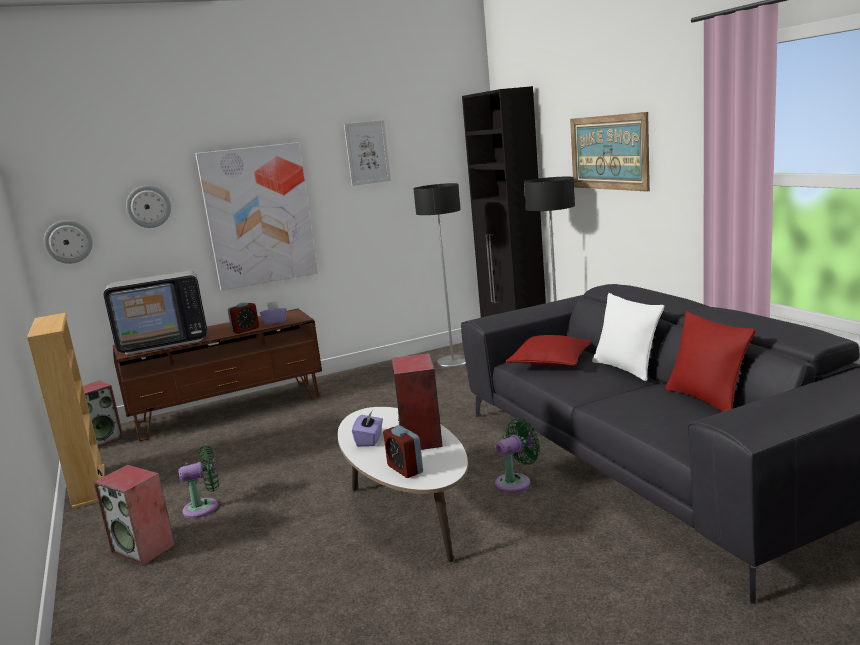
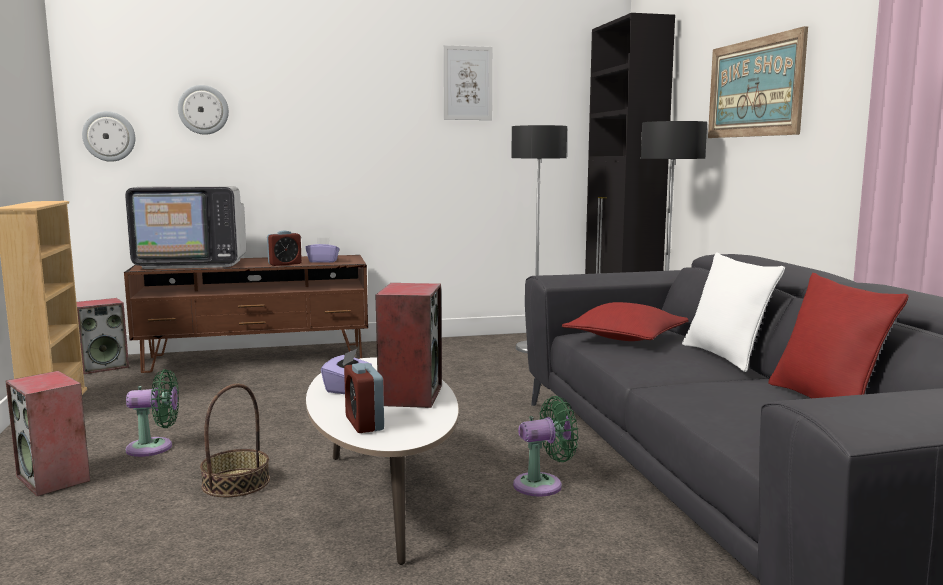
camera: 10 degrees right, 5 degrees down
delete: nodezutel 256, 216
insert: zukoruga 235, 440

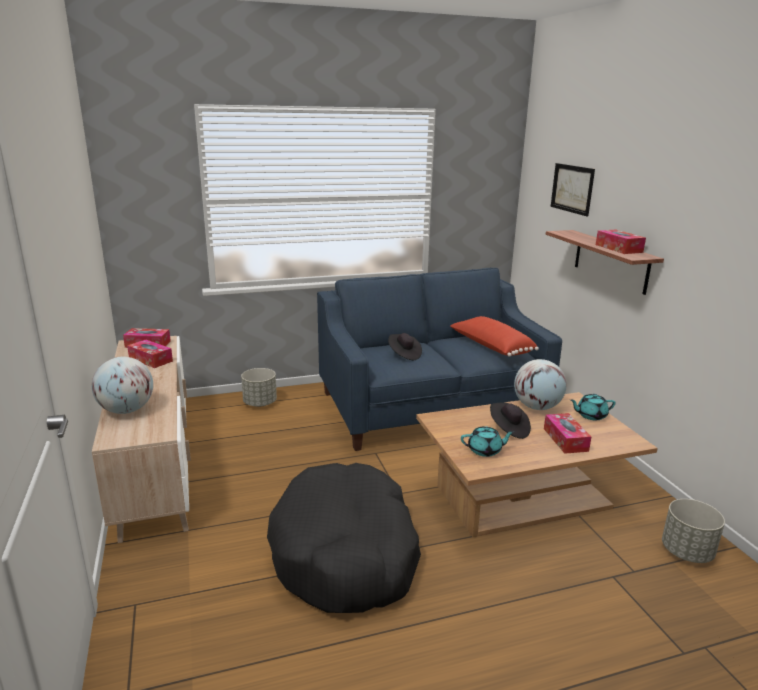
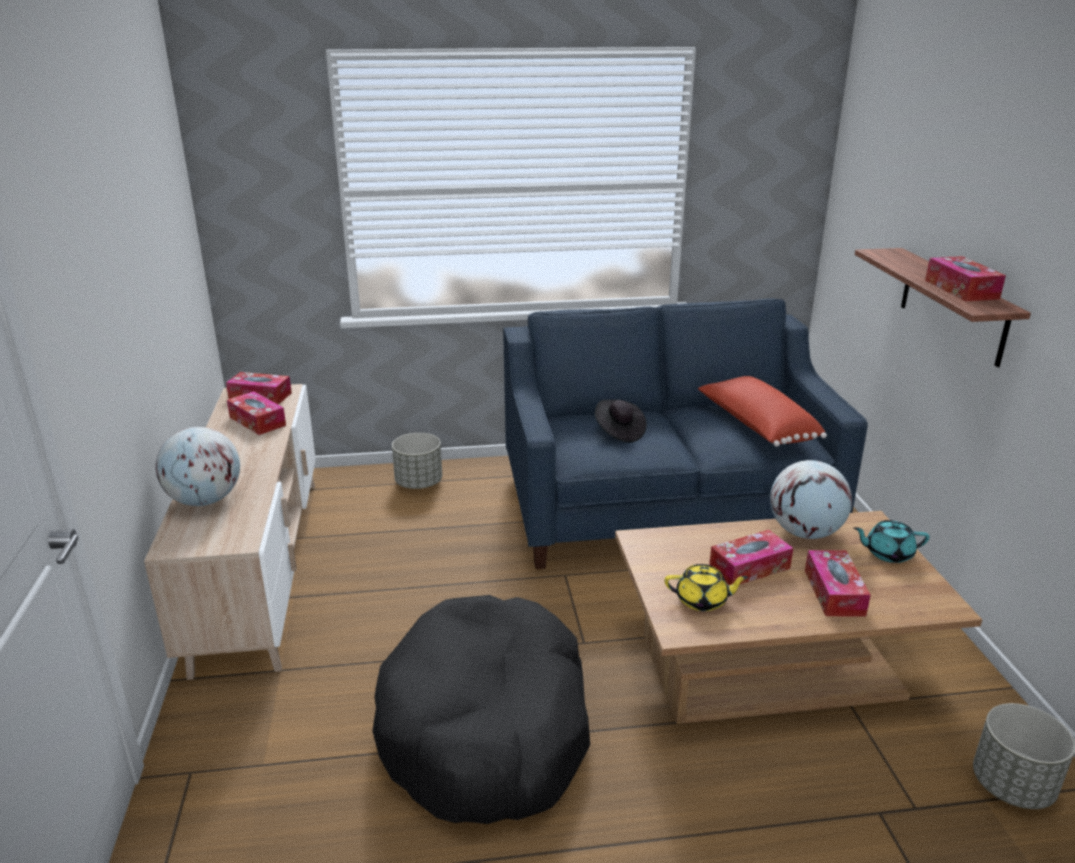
camera: 10 degrees right, 5 degrees up
delete: nodezutel 573, 189
replace: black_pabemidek 510, 421 to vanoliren 751, 557
recolor: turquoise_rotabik 487, 441 to yellow_rotabik 706, 587

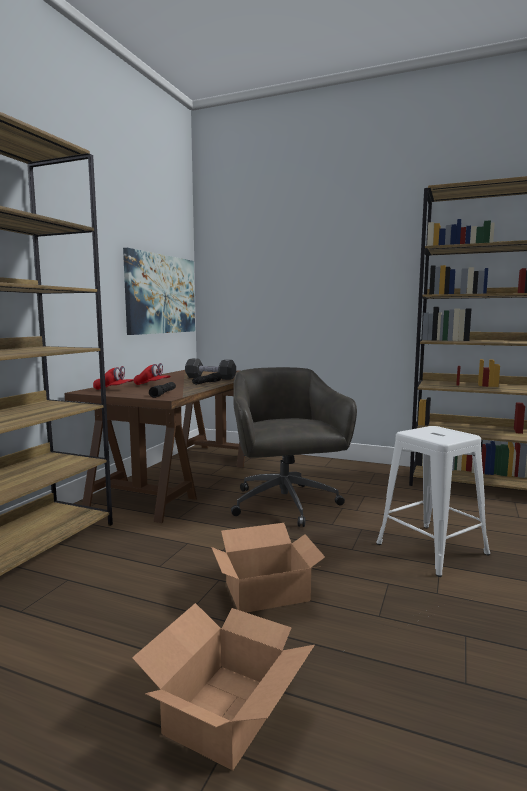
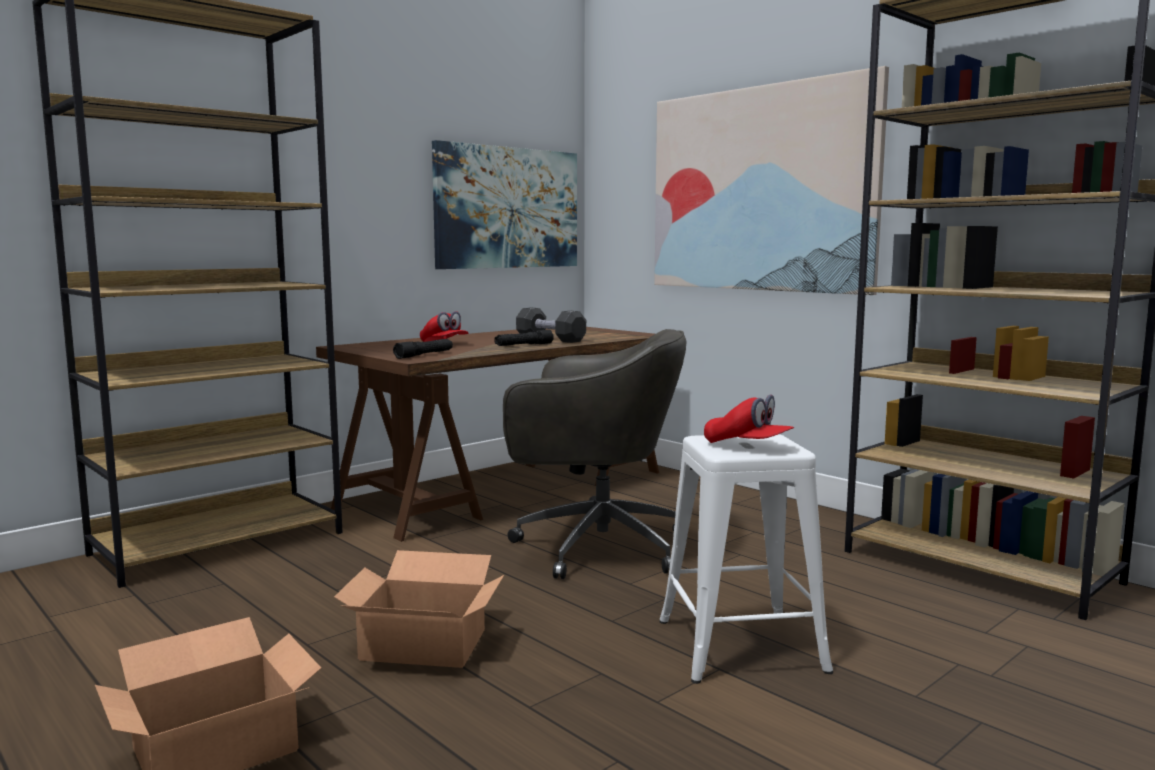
camera: 25 degrees right, 0 degrees up
insert: nodezutel 771, 180
move: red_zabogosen 113, 378 to 749, 418
rotate: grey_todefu 294, 447 = 595, 454 90 degrees clockwise

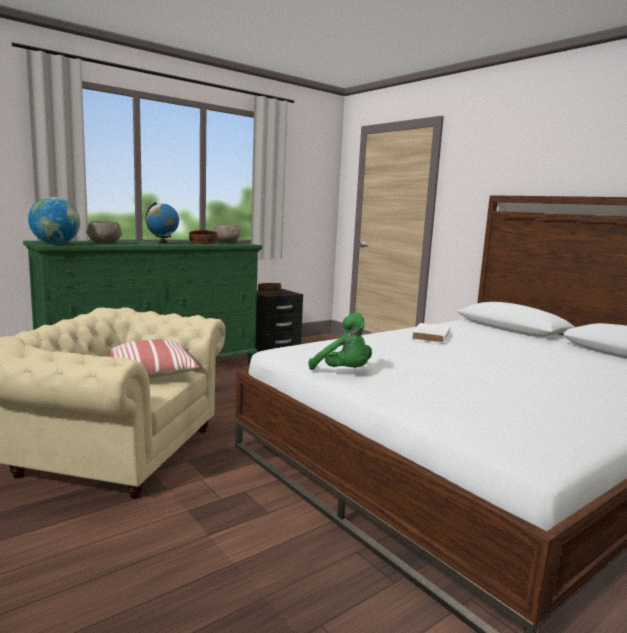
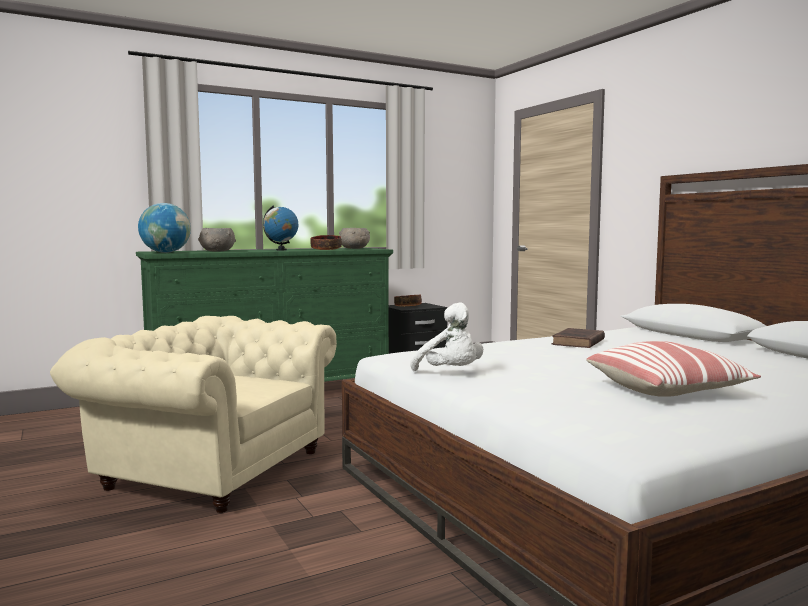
camera: 10 degrees right, 5 degrees down
move: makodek 154, 359 to 673, 369
recolor: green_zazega 340, 341 to white_zazega 447, 336; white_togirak 430, 333 to brown_togirak 578, 338

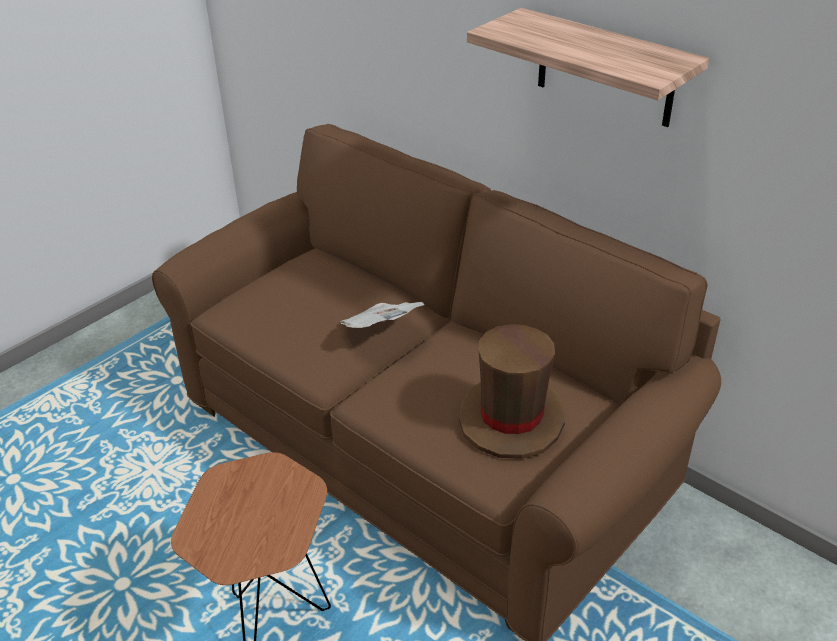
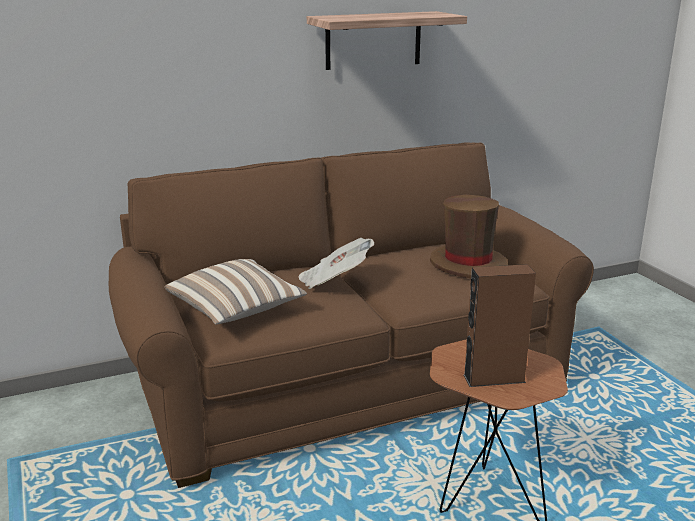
camera: 65 degrees left, 15 degrees down
insert: makodek 235, 291; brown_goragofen 500, 325

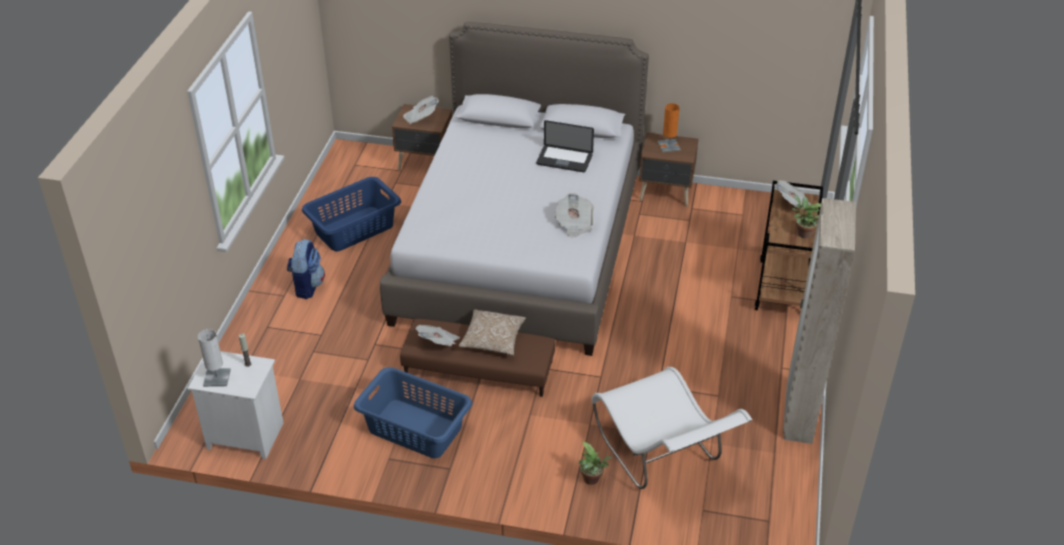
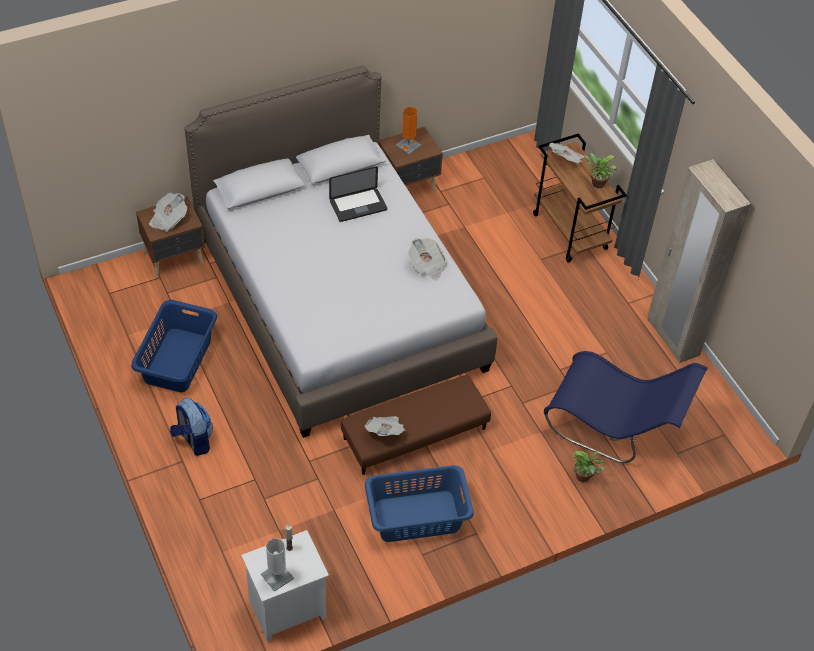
camera: 40 degrees left, 10 degrees up
delete: makodek 492, 332
recolor: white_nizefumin 672, 428 to blue_nizefumin 626, 407

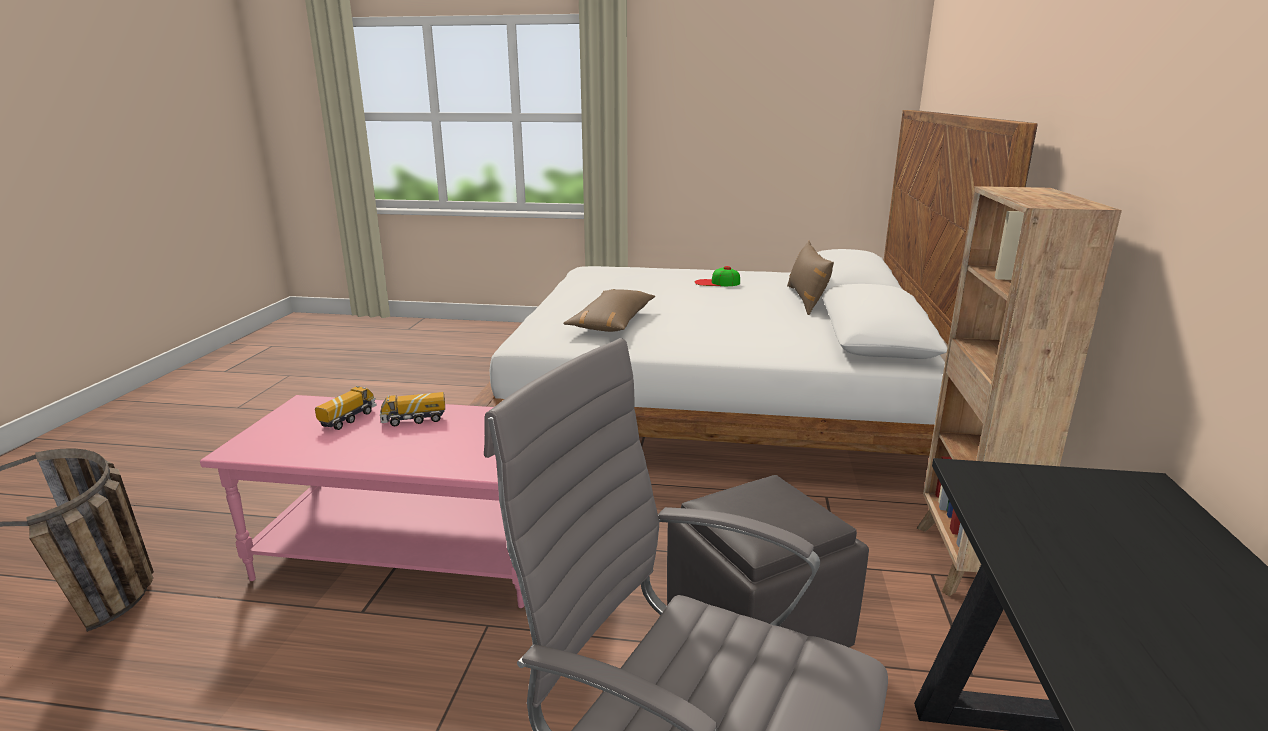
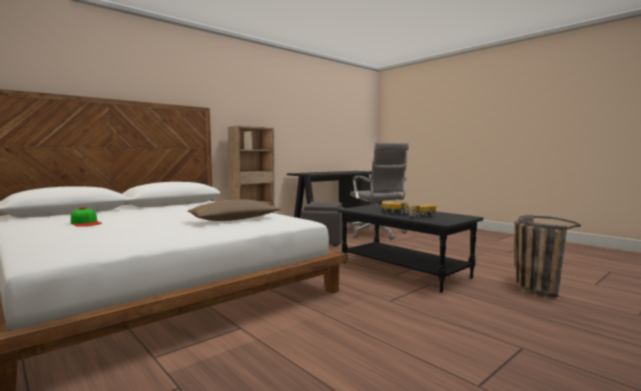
camera: 140 degrees left, 15 degrees down
delete: brown_makodek 810, 278
recolor: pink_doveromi 362, 501 to black_doveromi 410, 248

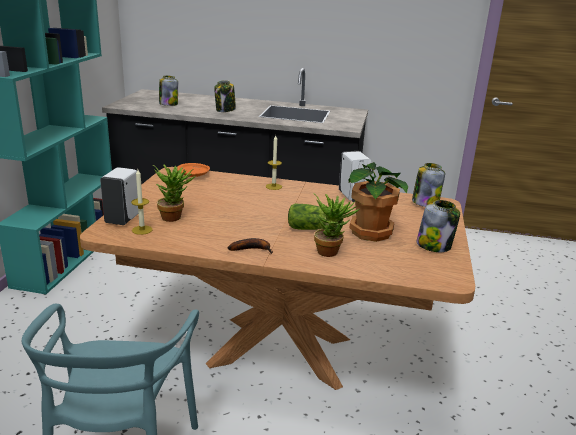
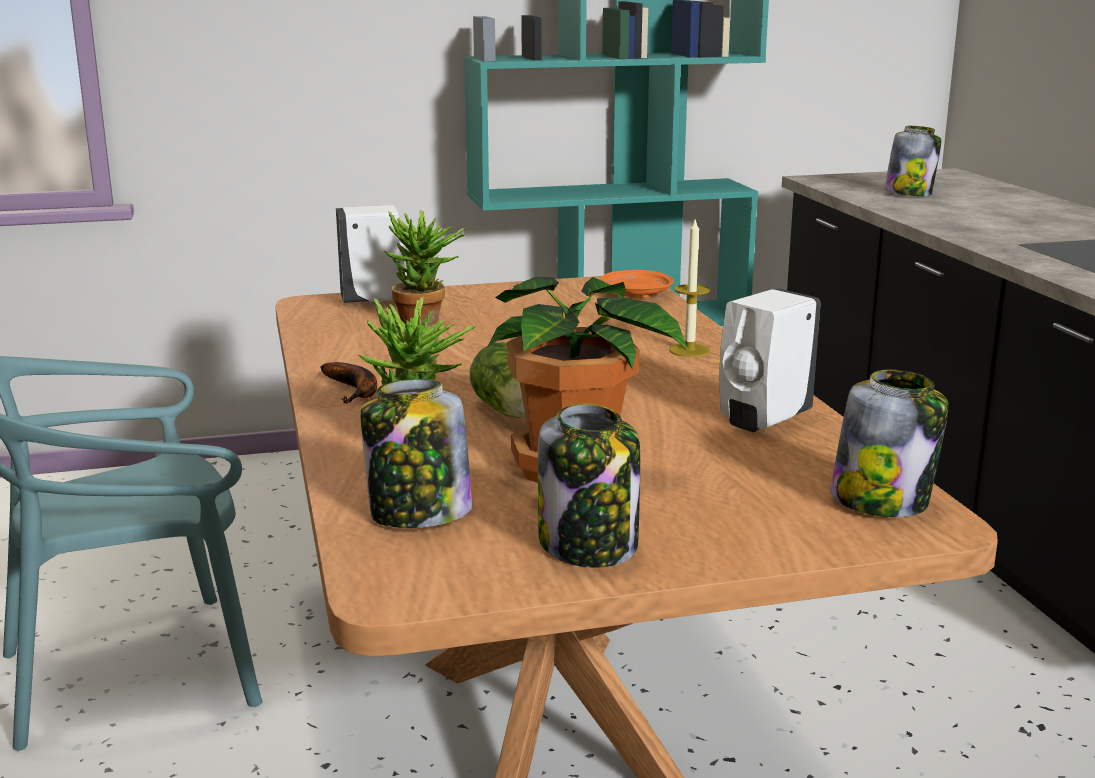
camera: 65 degrees right, 5 degrees down
delete: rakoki 142, 202
move: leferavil 225, 96 to 416, 453

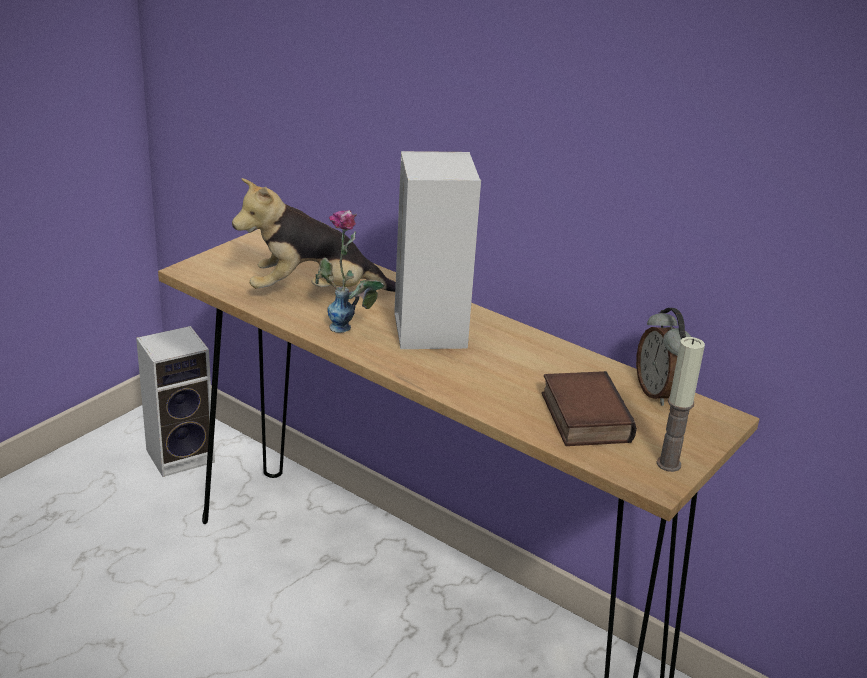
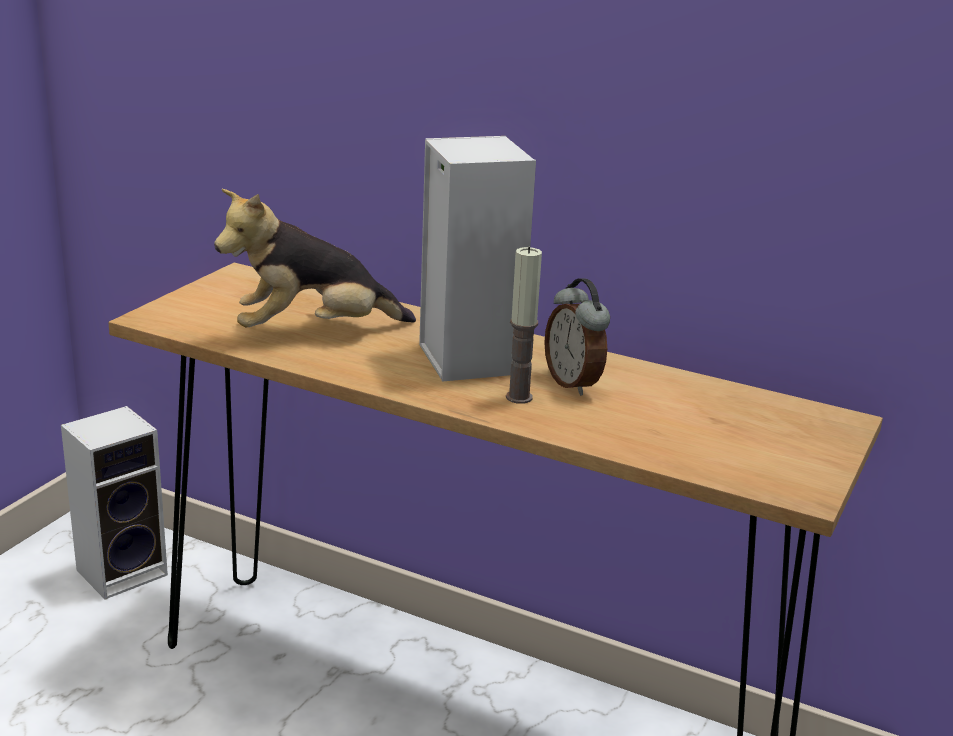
camera: 10 degrees left, 5 degrees down
delete: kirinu 350, 271; togirak 589, 408
move: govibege 663, 357 to 577, 337; rakoki 680, 404 to 524, 325

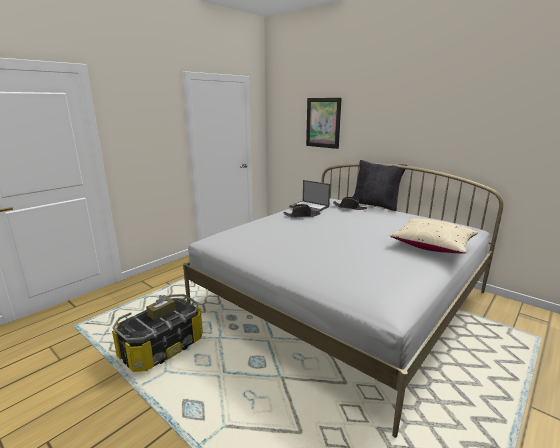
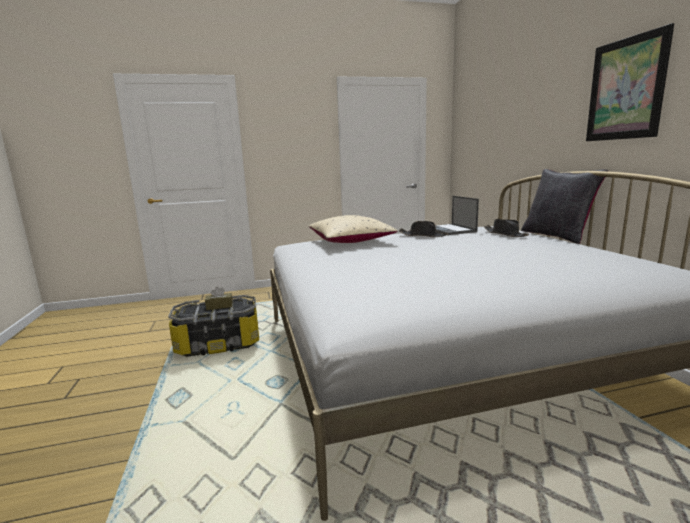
camera: 35 degrees right, 5 degrees down
move: nodezutel 324, 123 to 630, 82; beige_makodek 434, 236 to 353, 229

